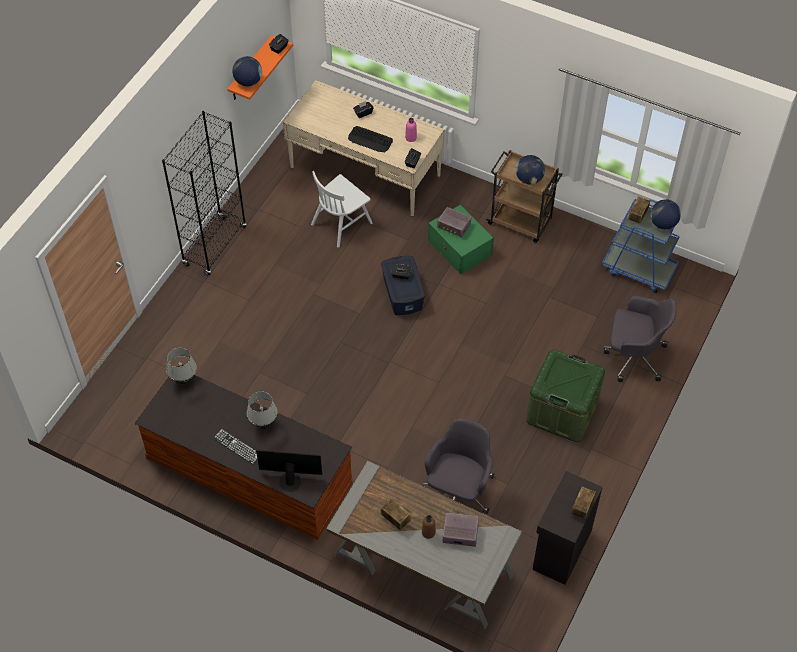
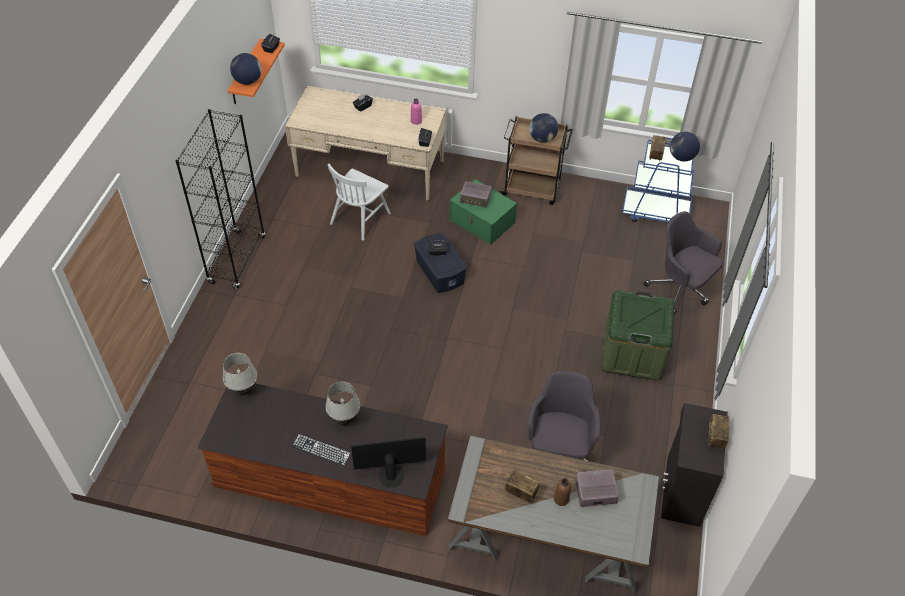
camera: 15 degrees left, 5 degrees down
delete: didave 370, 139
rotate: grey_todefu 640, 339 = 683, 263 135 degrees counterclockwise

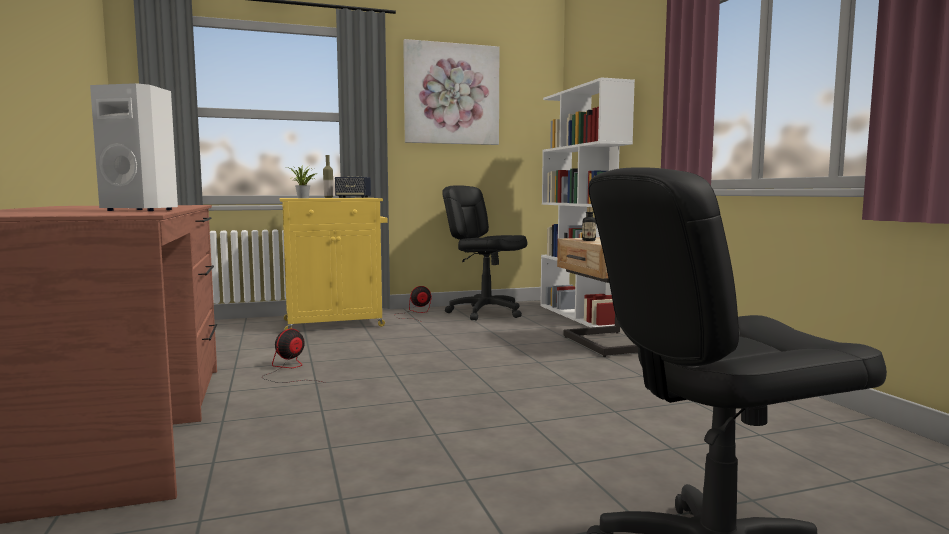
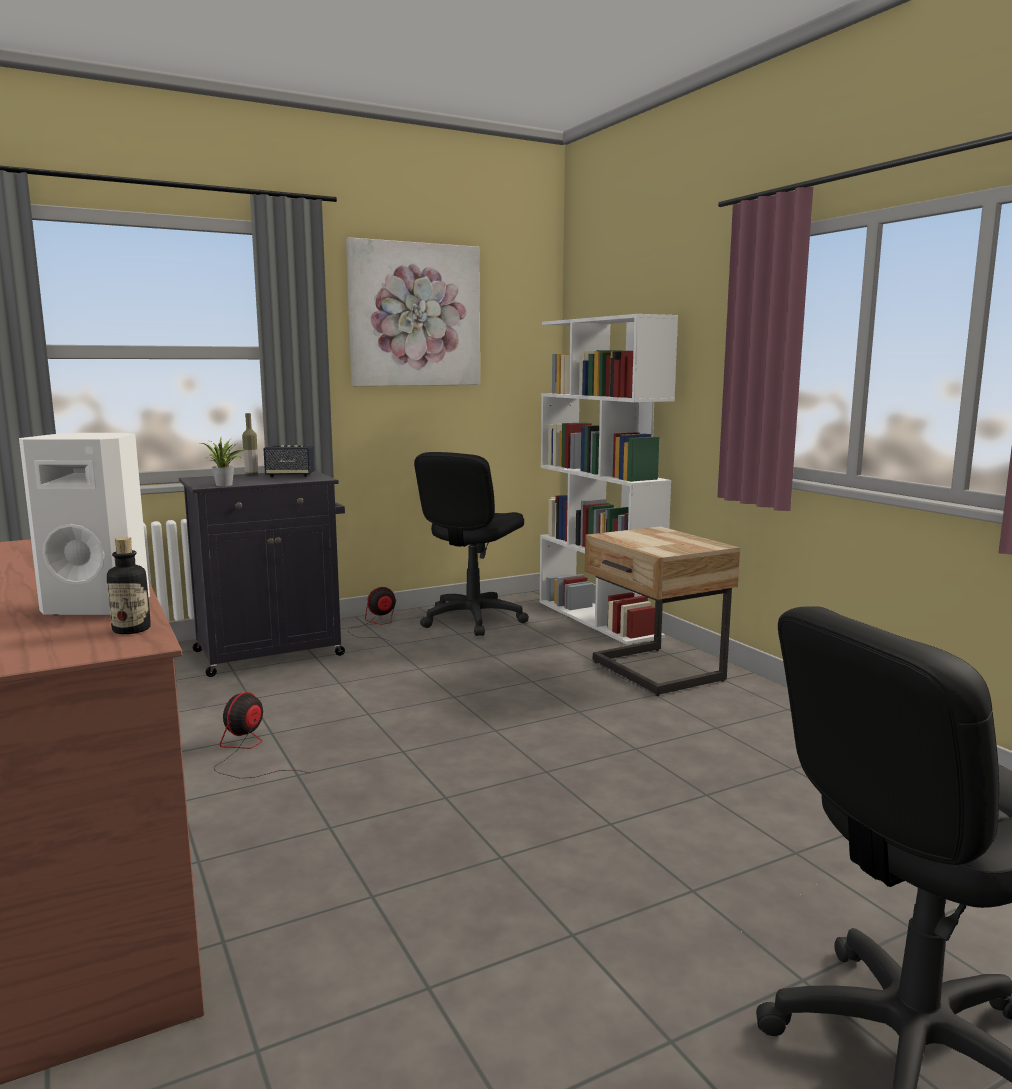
camera: 10 degrees left, 5 degrees up
move: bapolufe 589, 224 to 129, 585
recolor: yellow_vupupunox 333, 264 to black_vupupunox 262, 574
rotate: black_todefu 484, 253 = 471, 544 90 degrees counterclockwise

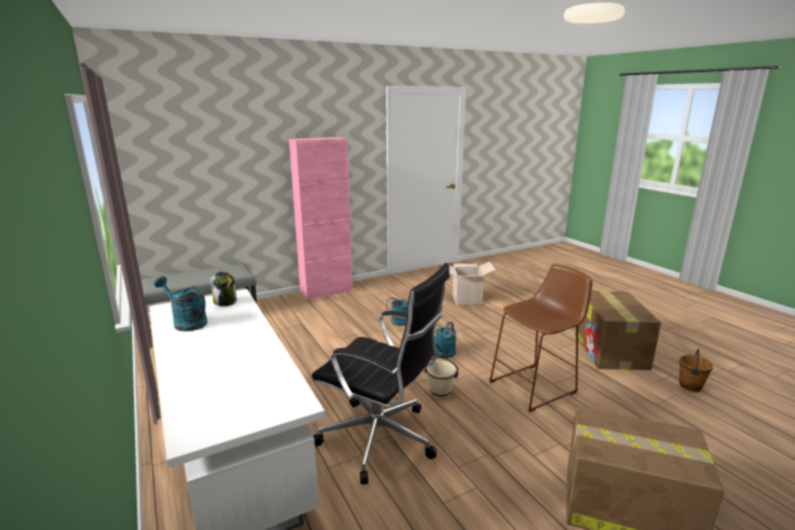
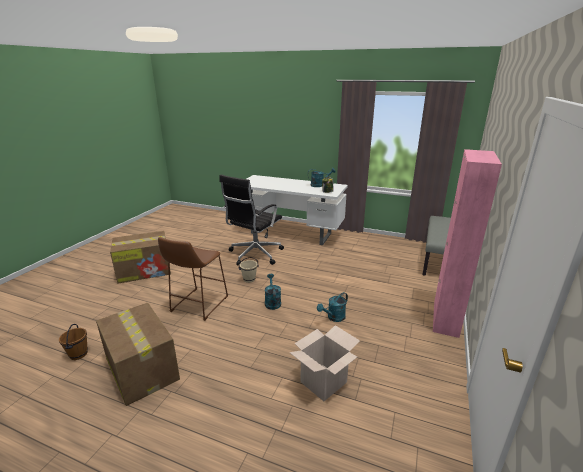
camera: 140 degrees right, 5 degrees up
rotate: black_todefu 381, 374 = 251, 220 45 degrees counterclockwise

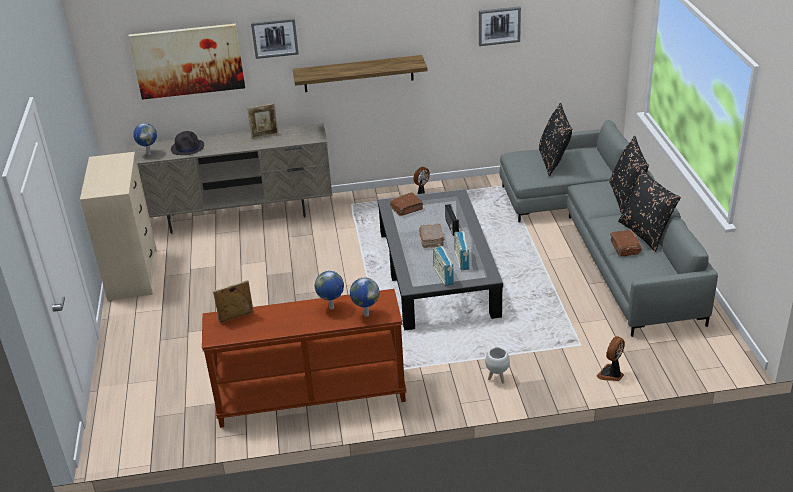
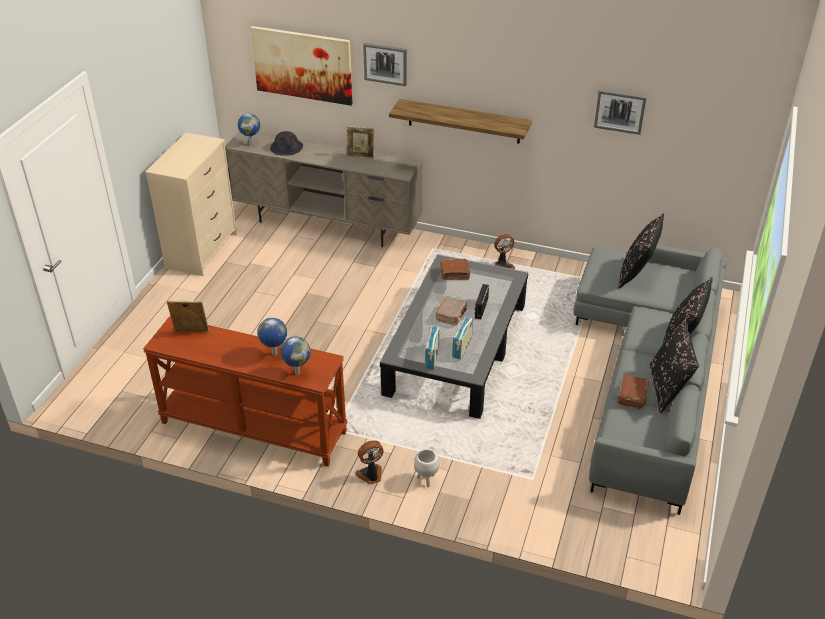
camera: 25 degrees right, 5 degrees up
move: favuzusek 611, 358 to 369, 462

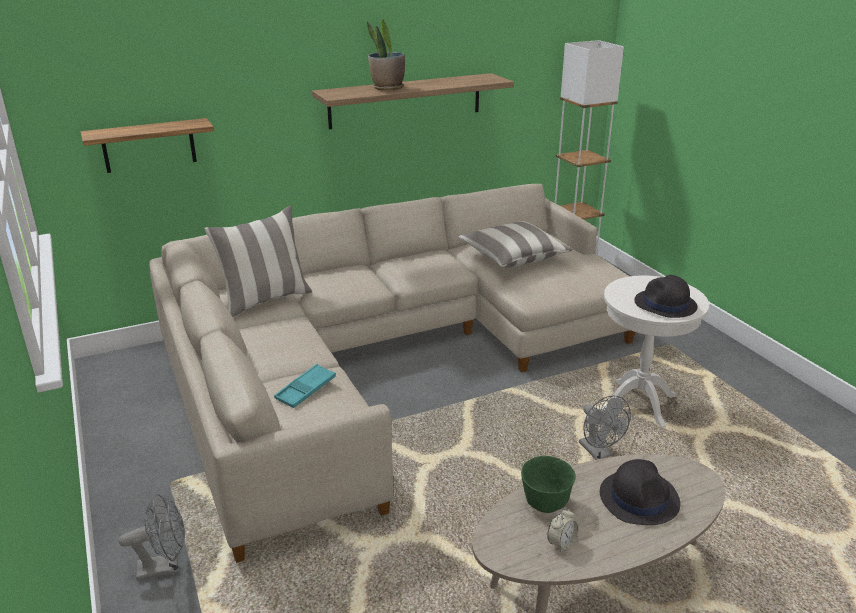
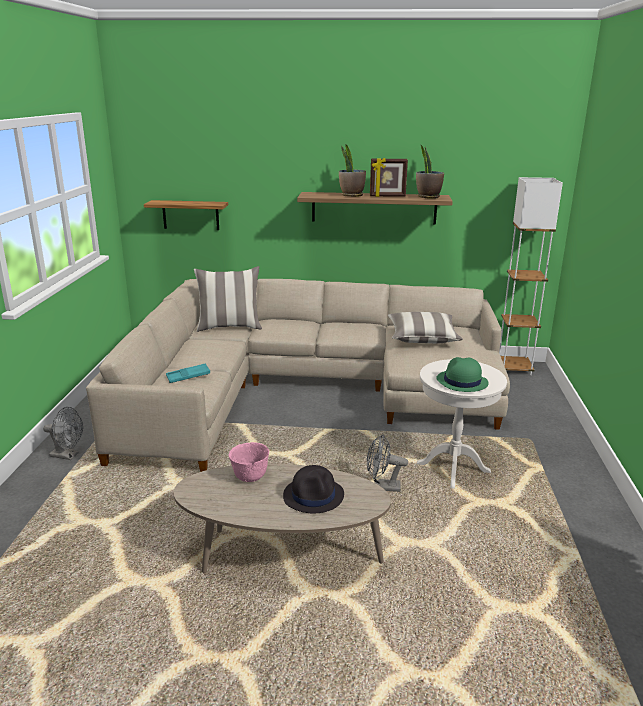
camera: 30 degrees right, 5 degrees down
delete: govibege 563, 530
insert: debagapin 389, 177; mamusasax 430, 172
recolor: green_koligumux 548, 484 to pink_koligumux 249, 462; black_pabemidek 666, 296 to green_pabemidek 462, 374
rotate: grey_favuzusek 605, 428 = 387, 463 90 degrees clockwise

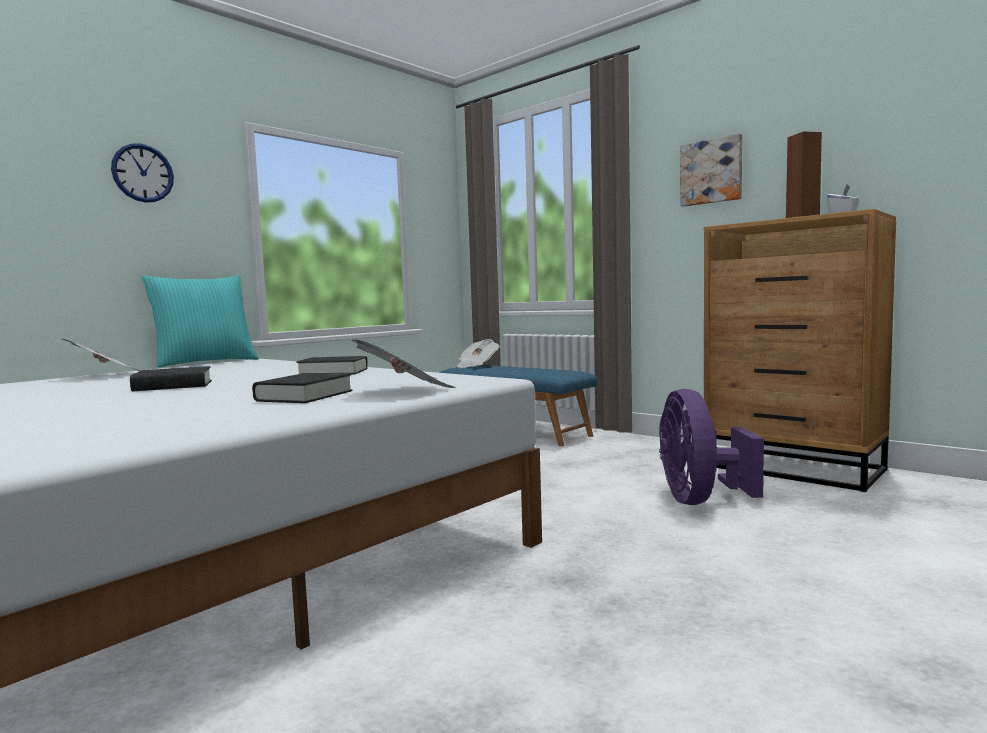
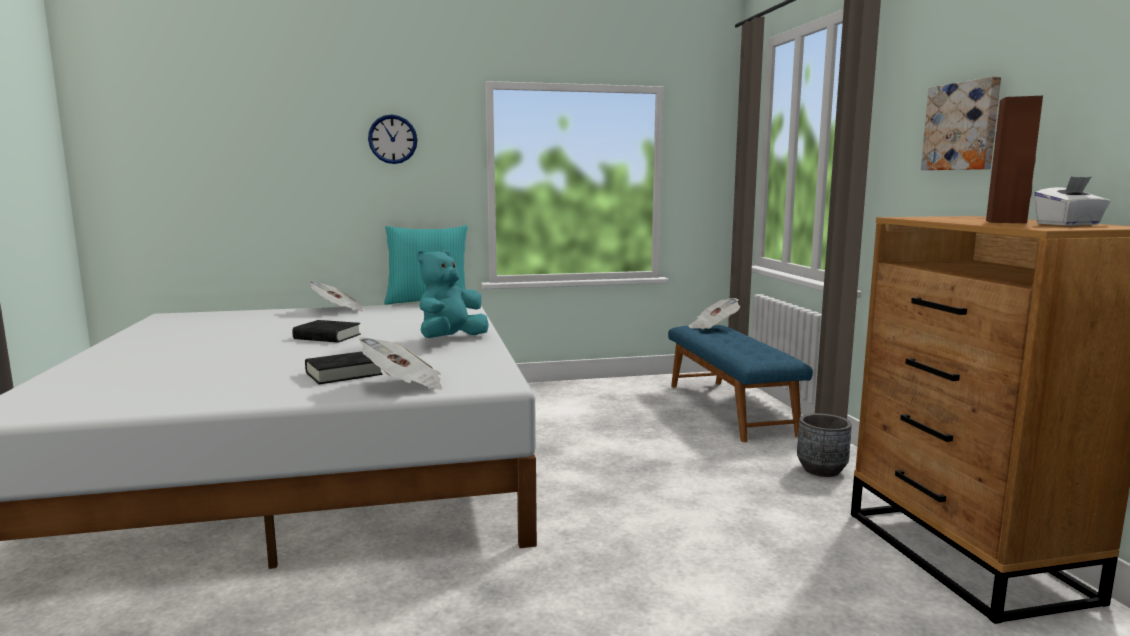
camera: 35 degrees right, 5 degrees up
delete: purple_favuzusek 711, 447
insert: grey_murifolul 824, 445
replace: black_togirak 332, 365 to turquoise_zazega 453, 294

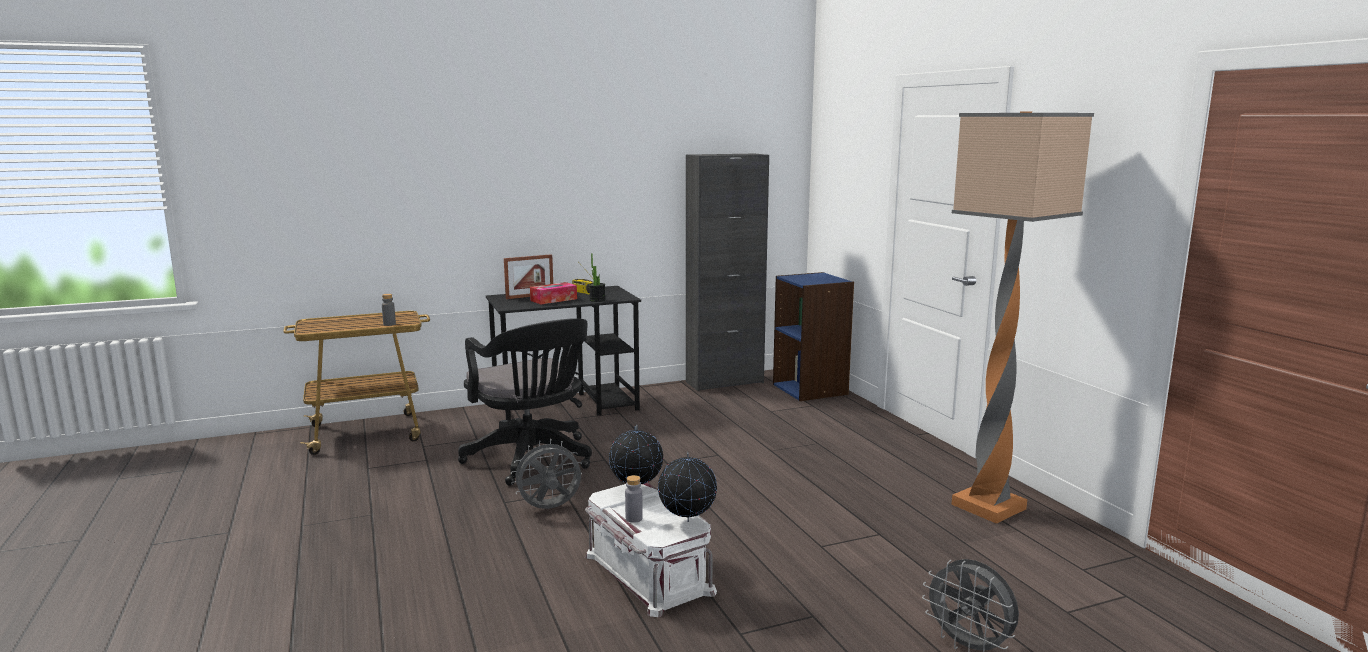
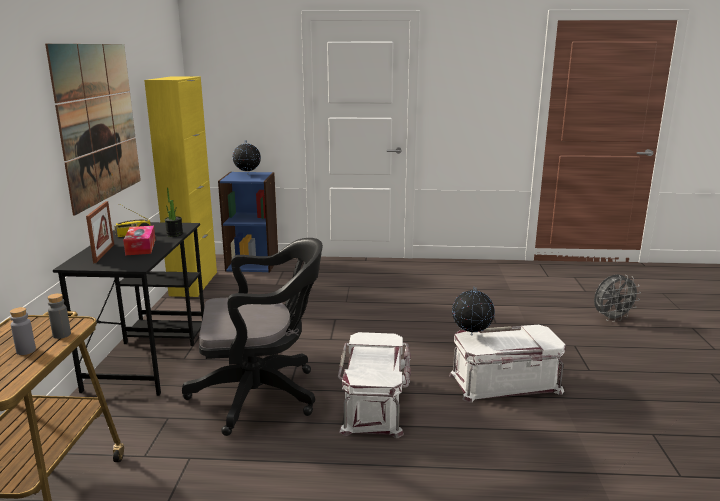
camera: 65 degrees left, 5 degrees up
delete: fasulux 1022, 317
insert: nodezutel 93, 129
move: grey_bapolufe 634, 499 to 23, 331; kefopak 687, 487 to 247, 157
replace: grey_favuzusek 546, 474 to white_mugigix 374, 385
recolor: black_vupupunox 727, 272 to yellow_vupupunox 180, 186

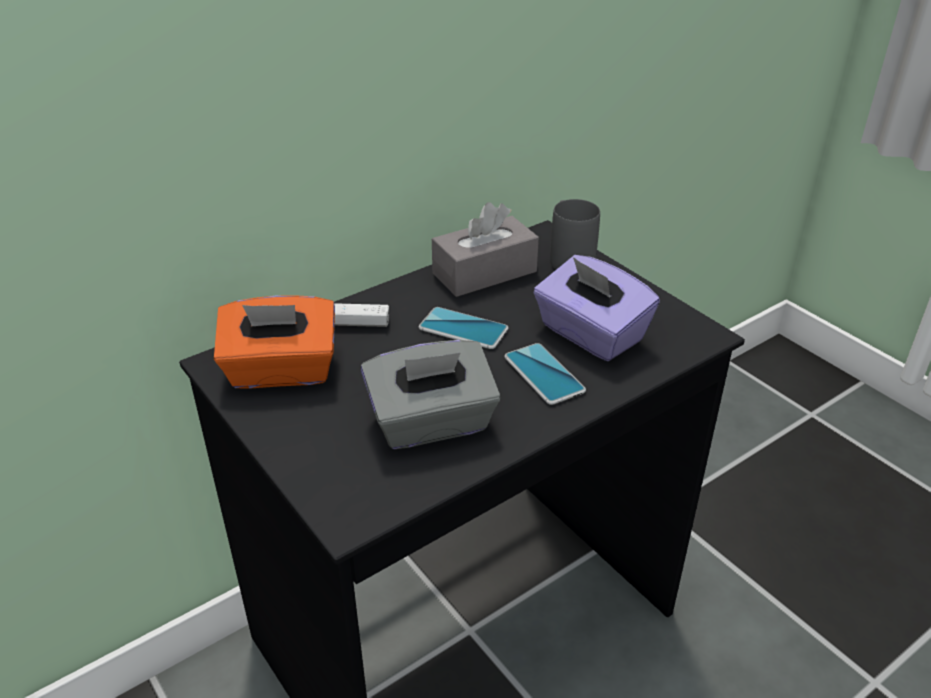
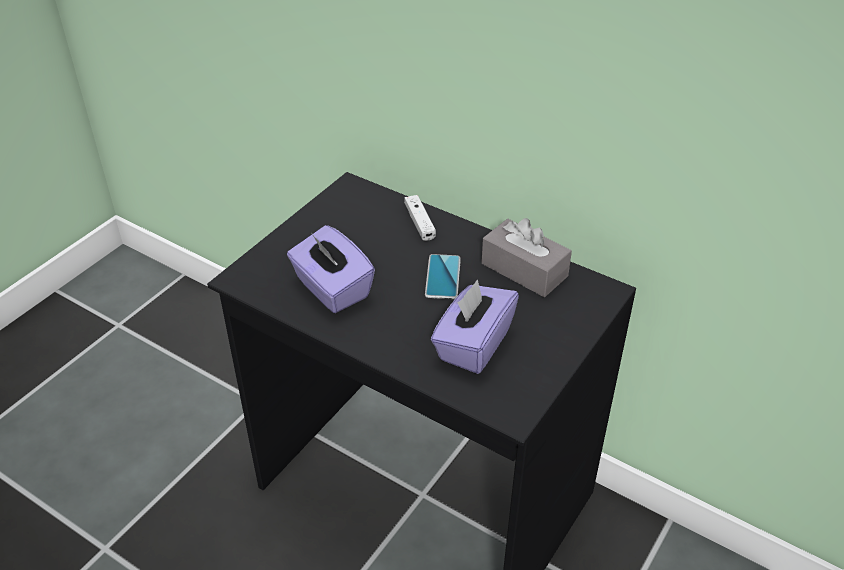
camera: 70 degrees right, 5 degrees up
delete: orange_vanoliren 274, 342; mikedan 545, 374; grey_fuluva 575, 234
recolor: grey_vanoliren 430, 394 to purple_vanoliren 331, 269

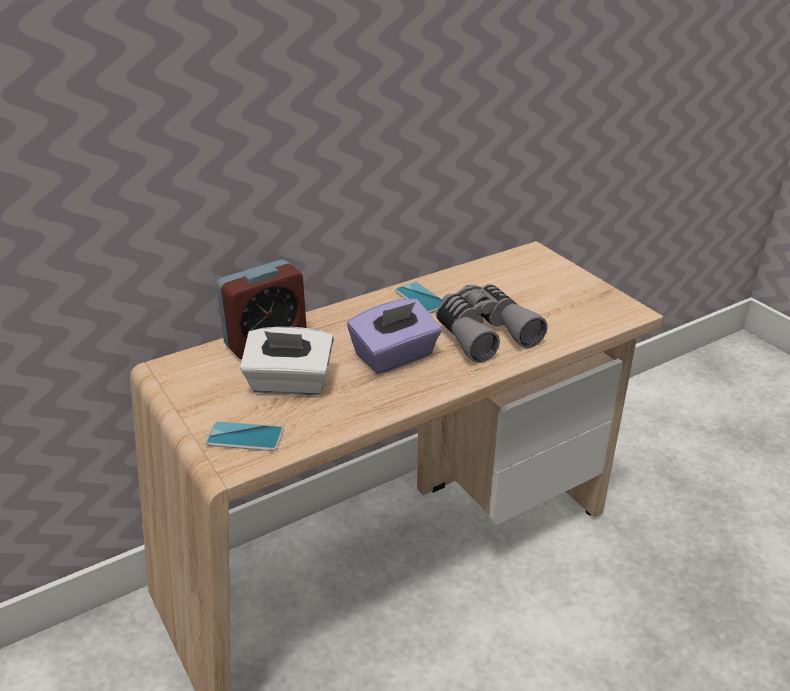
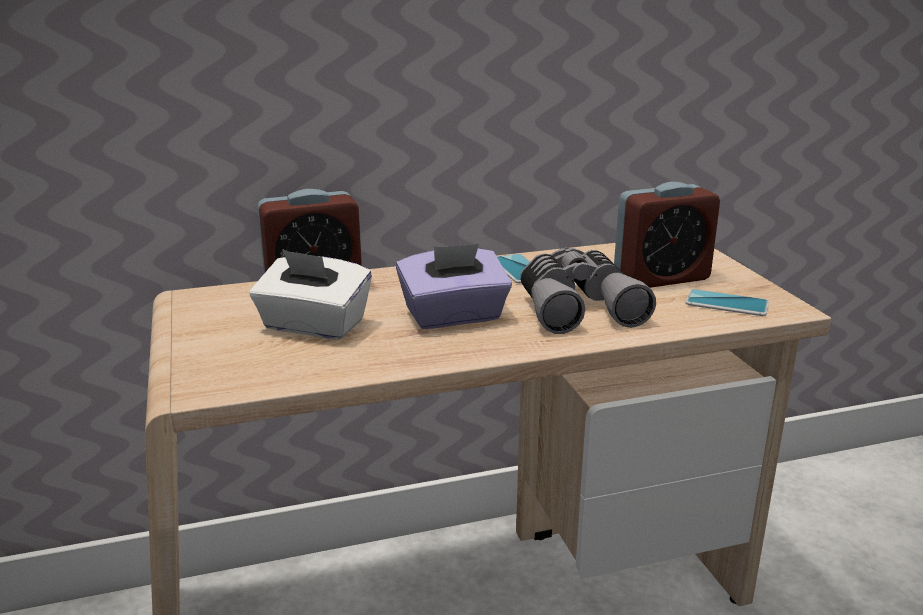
camera: 15 degrees right, 10 degrees down
insert: govibege 667, 235
move: mikedan 244, 436 to 727, 302

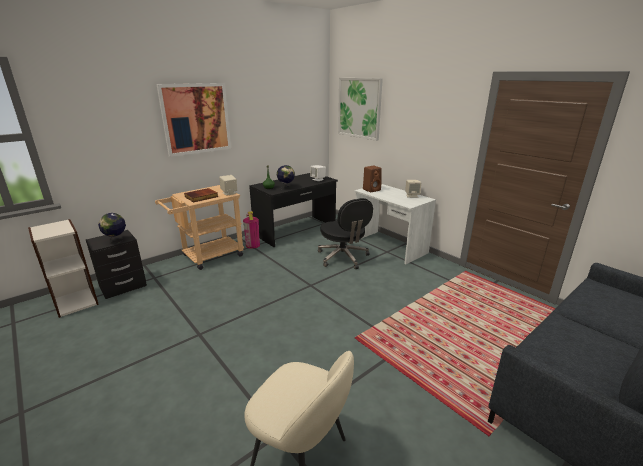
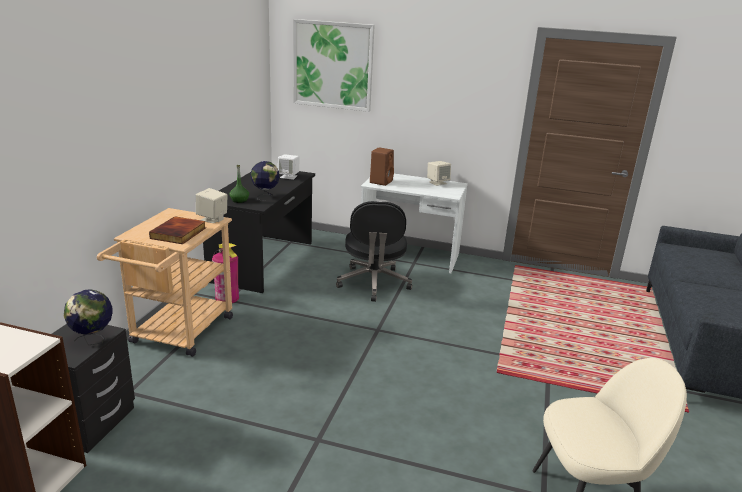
camera: 35 degrees left, 0 degrees up
delete: nodezutel 193, 120
rotate: black_todefu 345, 233 = 374, 251 60 degrees clockwise

